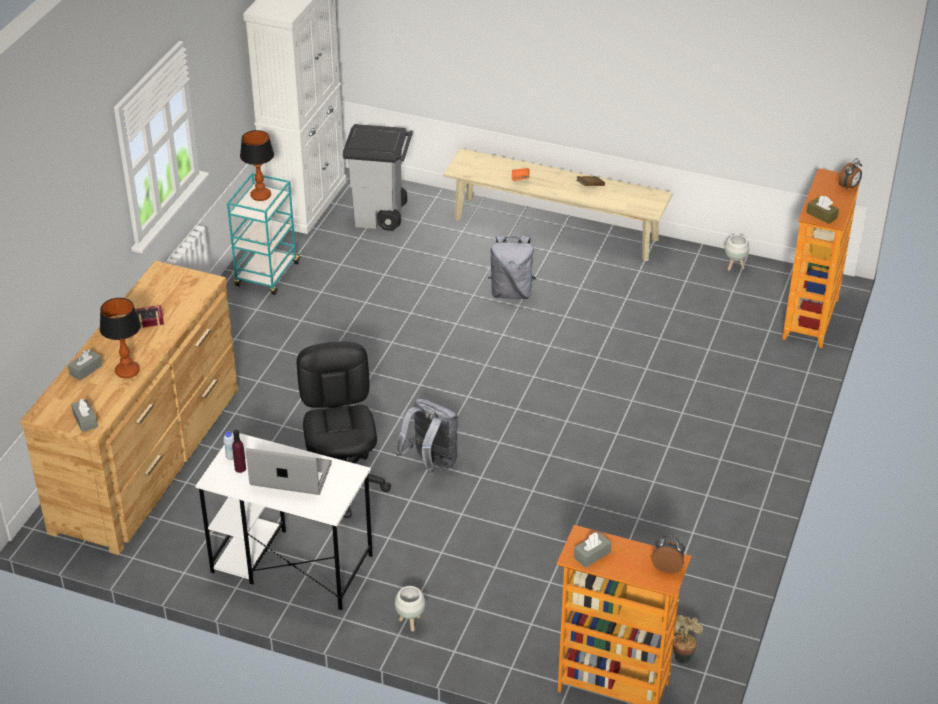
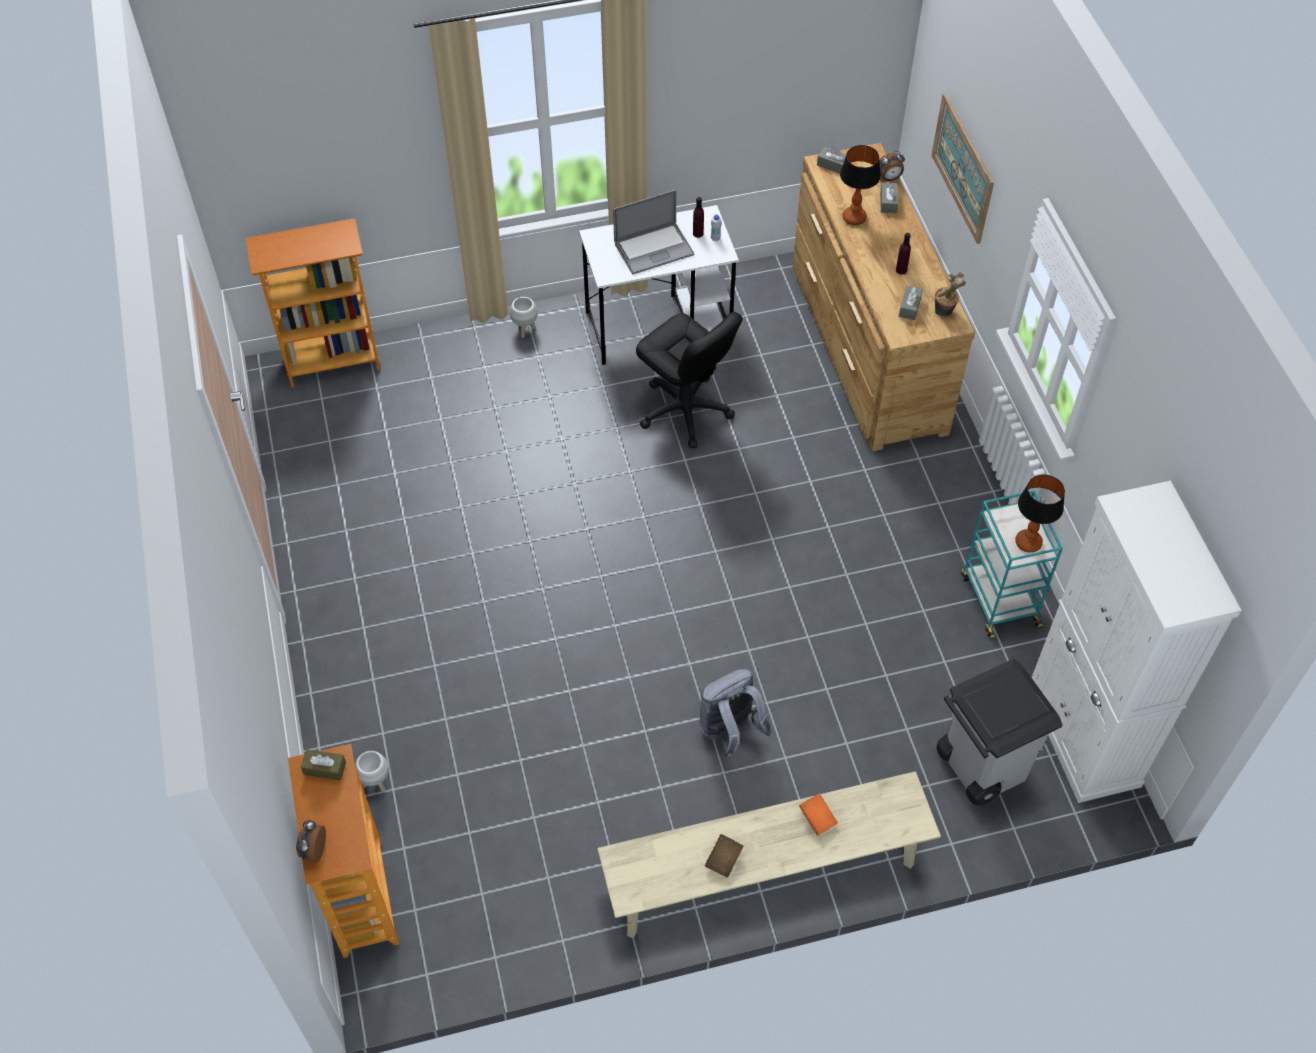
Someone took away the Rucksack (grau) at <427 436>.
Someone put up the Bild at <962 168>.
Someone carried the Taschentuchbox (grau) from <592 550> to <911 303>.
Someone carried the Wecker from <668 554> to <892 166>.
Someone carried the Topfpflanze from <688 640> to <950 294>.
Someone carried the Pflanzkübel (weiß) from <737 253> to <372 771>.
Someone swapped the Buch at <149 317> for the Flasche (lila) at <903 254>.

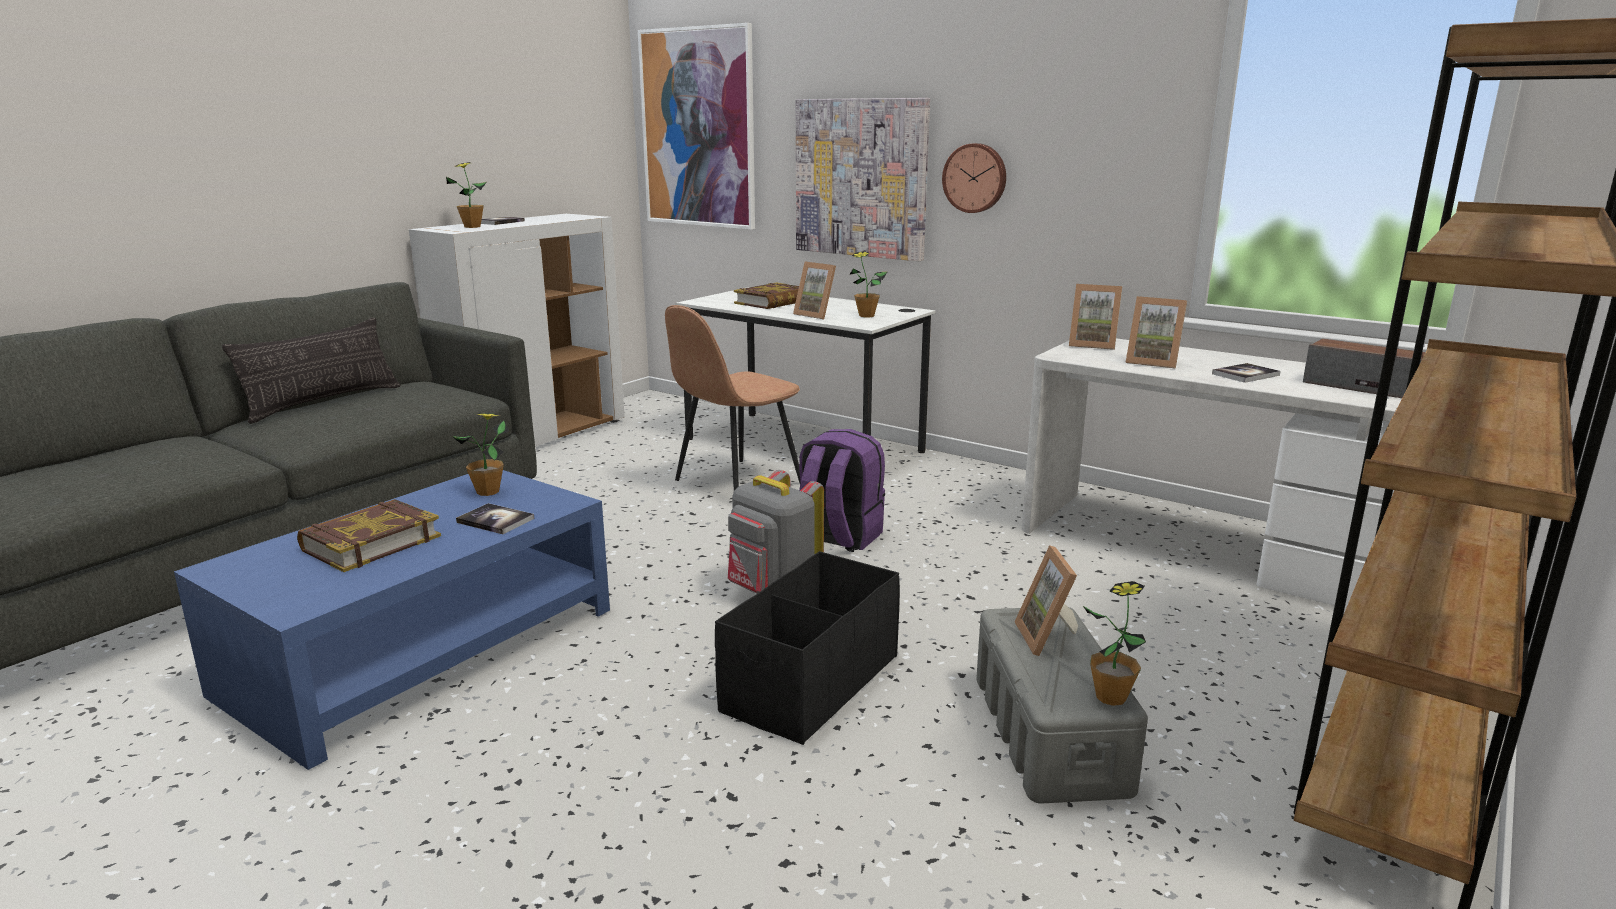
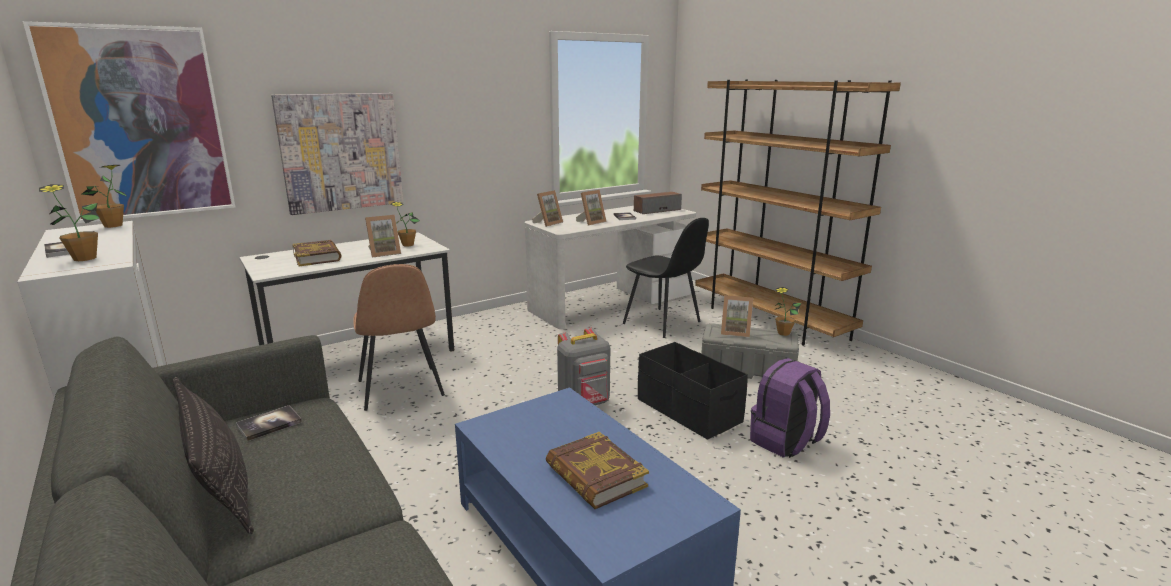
Someone took away the Wanduhr at <974 178>.
Someone put down the Stuhl (schwarz) at <666 278>.
Someone carried the Topfpflanze from <480 454> to <104 196>.
Someone carried the Buch from <495 518> to <269 423>.
Someone carried the Rucksack (lila) from <842 490> to <790 408>.

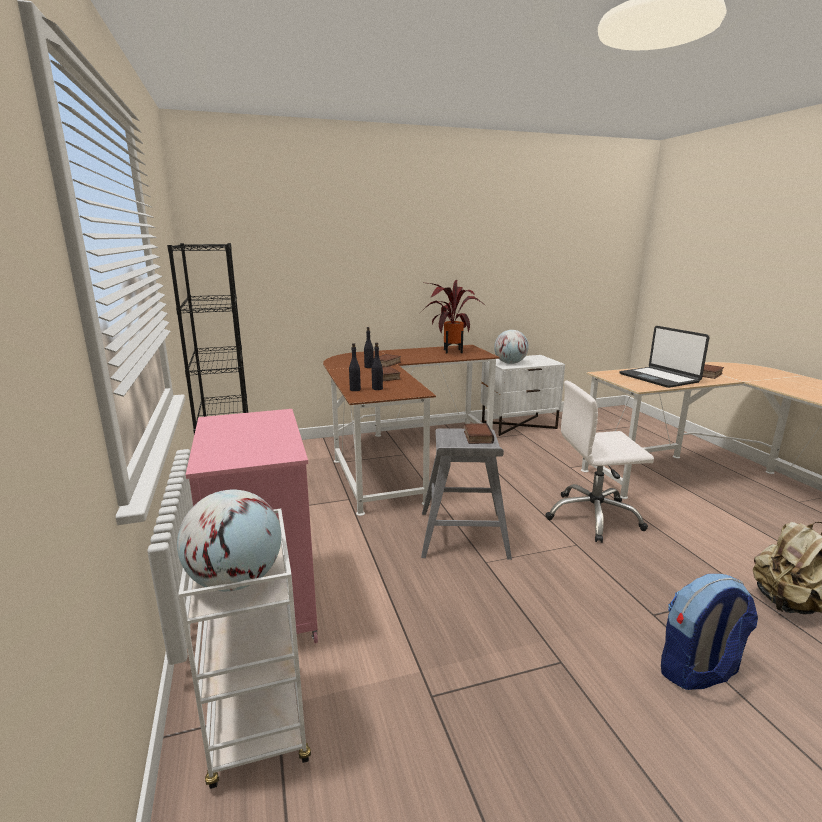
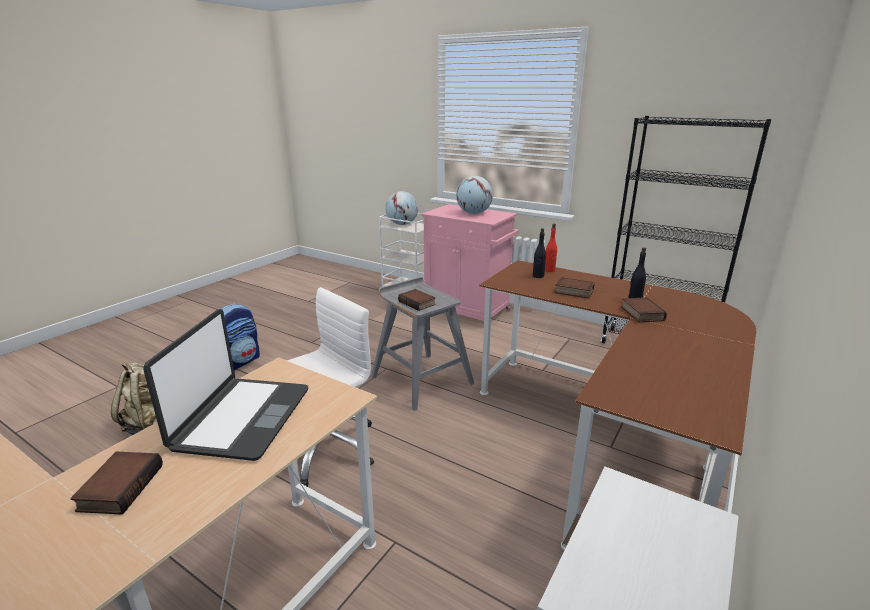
Someone took away the Topfpflanze at <453 316>.
Someone carried the Globus from <511 347> to <474 195>.
Someone repainted the Flasche (schwarz) at <355 367>, which became the Flasche (rot) at <551 248>.
Someone rotated the Laptop at <664 357> by 75 degrees clockwise.

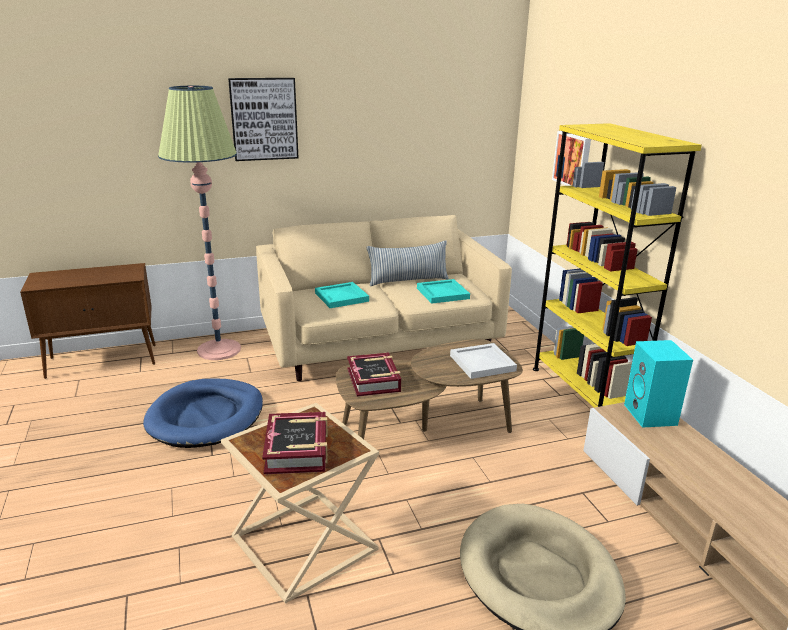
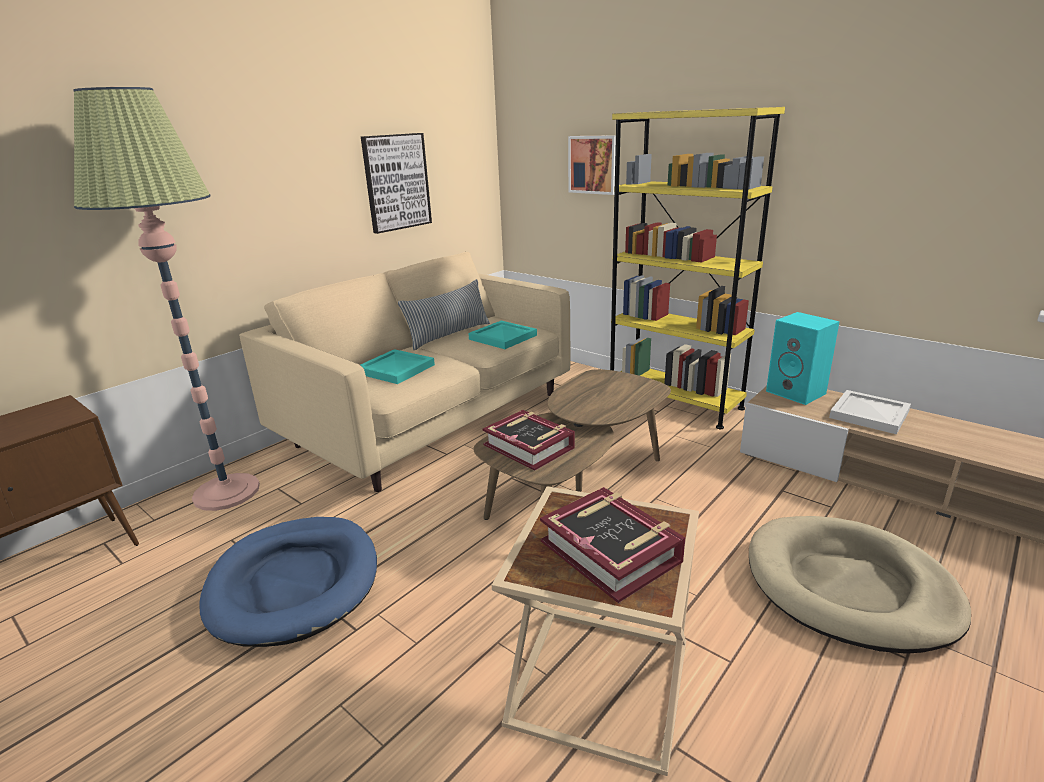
Someone carried the Bild from <263 119> to <396 183>.
Someone carried the Tablett (weiß) from <483 361> to <870 412>.

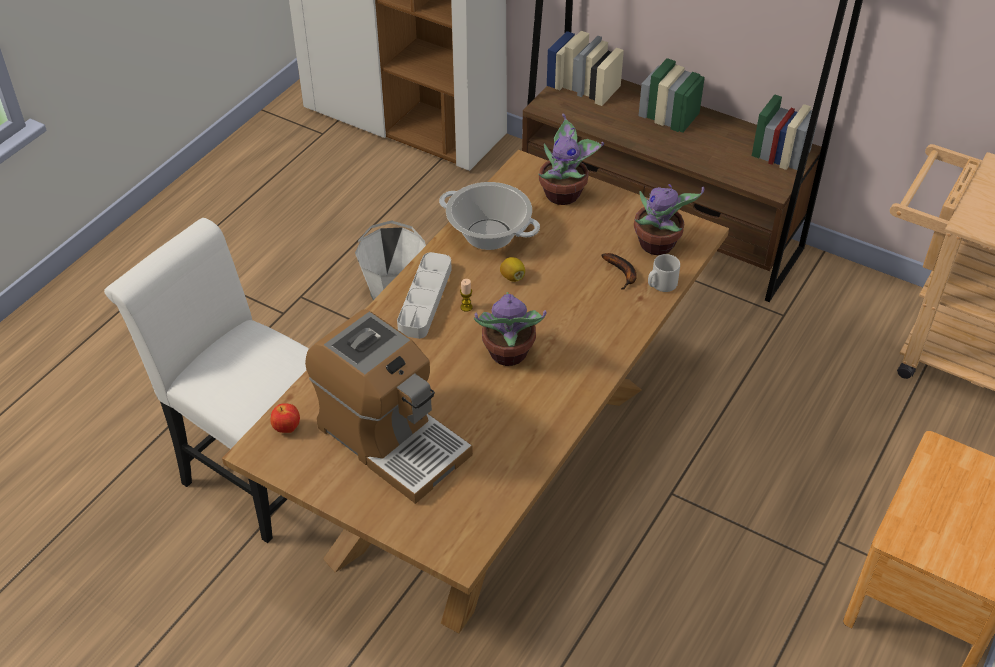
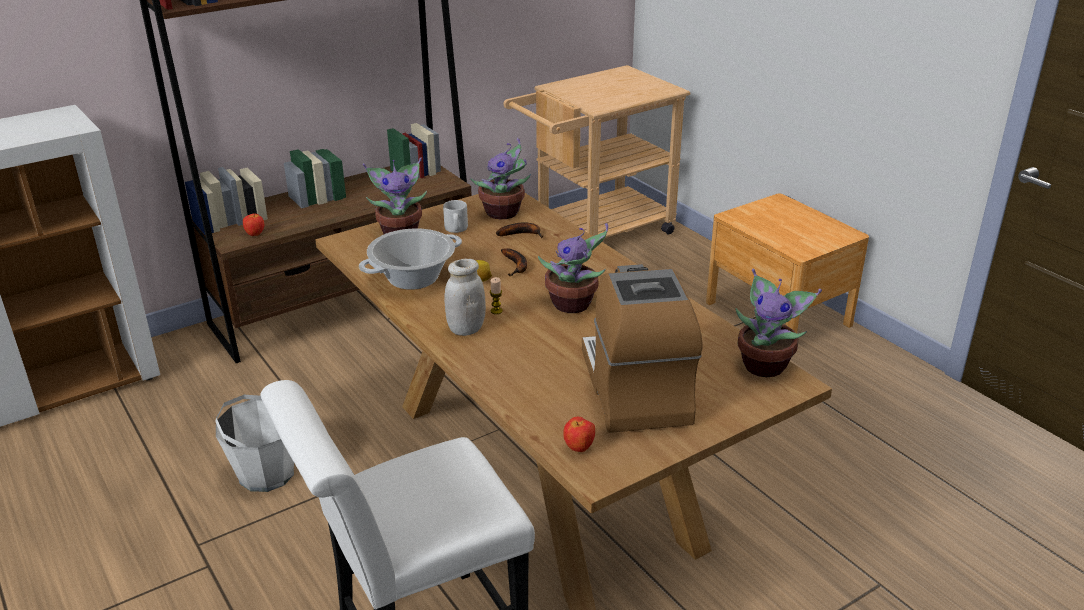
Someone put down the Apfel at <253 224>.
Someone put down the Banane at <514 262>.
Someone put down the Topfpflanze at <778 323>.
Someone carried the Henkelbecher (grau) from <664 273> to <455 216>.
Someone swapped the Tablett (grau) at <424 295> for the Vorratsglas (weiß) at <465 297>.
Someone rotated the Kaffeemaschine at <389 406> by 75 degrees counterclockwise.

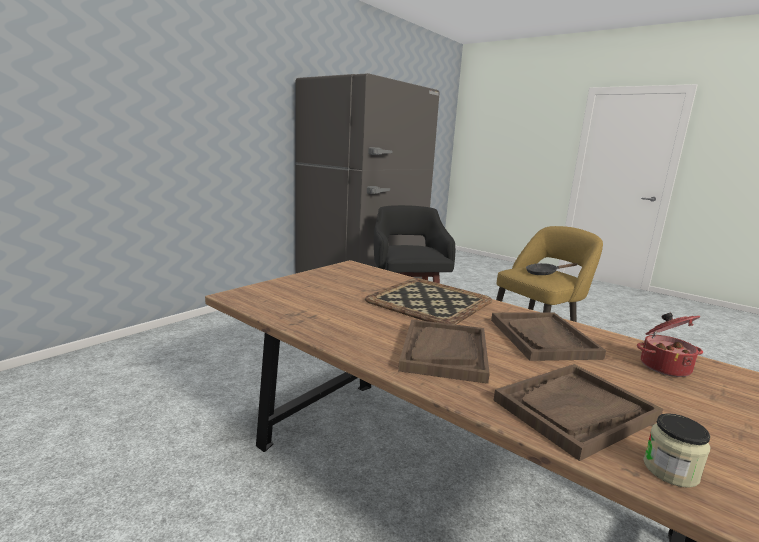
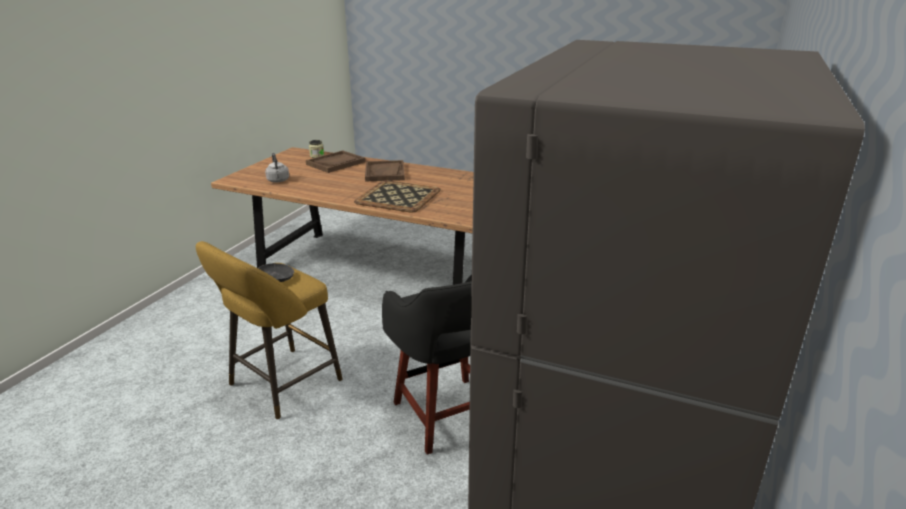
Someone took away the Tablett (braun) at <548 337>.
Someone swapped the Kochtopf at <670 345> for the Wasserkessel (grau) at <277 167>.

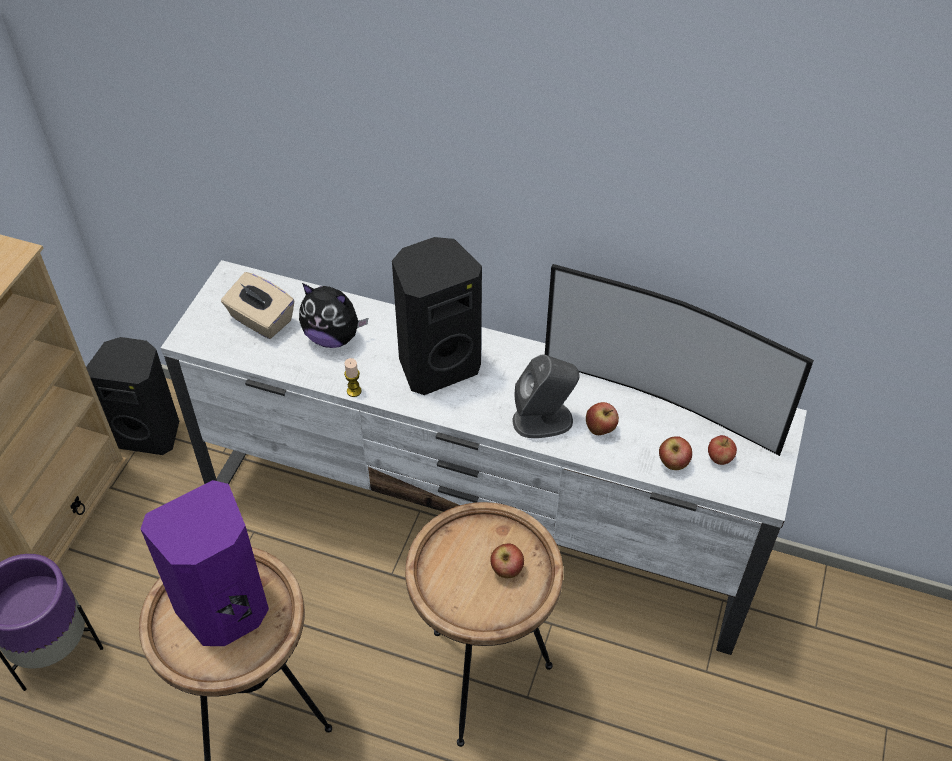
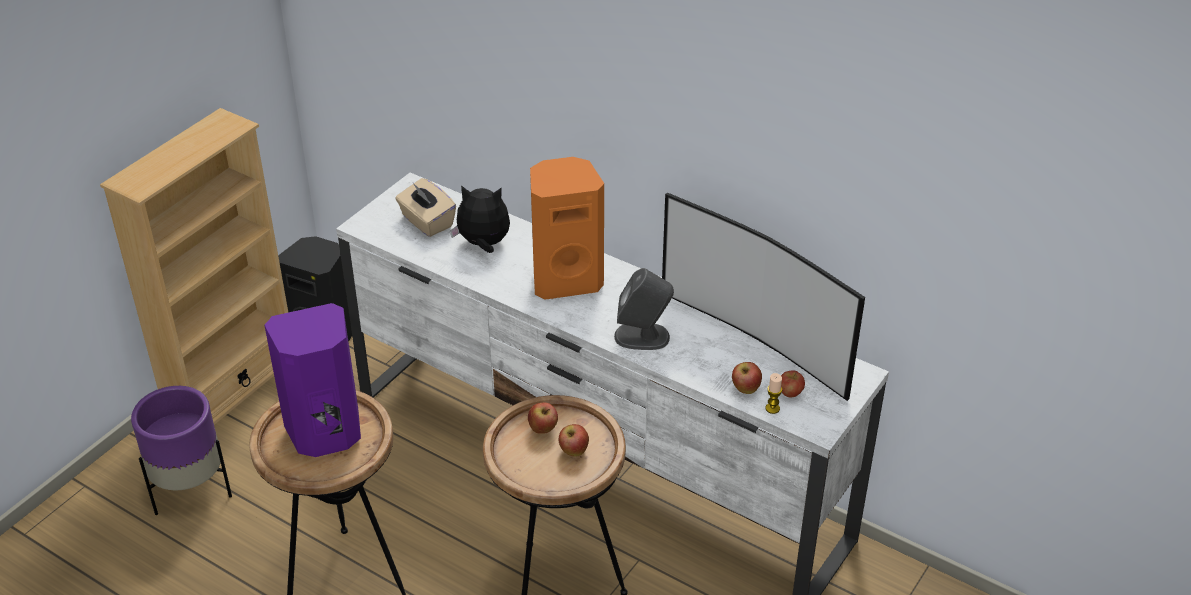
Someone carried the Kerze from <353 377> to <773 393>.
Someone carried the Apfel from <602 418> to <543 418>.
Someone repainted the Lautsprecher (schwarz) at <437 316>, which became the Lautsprecher (orange) at <567 228>.
Someone rotated the Plüschtier at <333 315> by 150 degrees clockwise.

